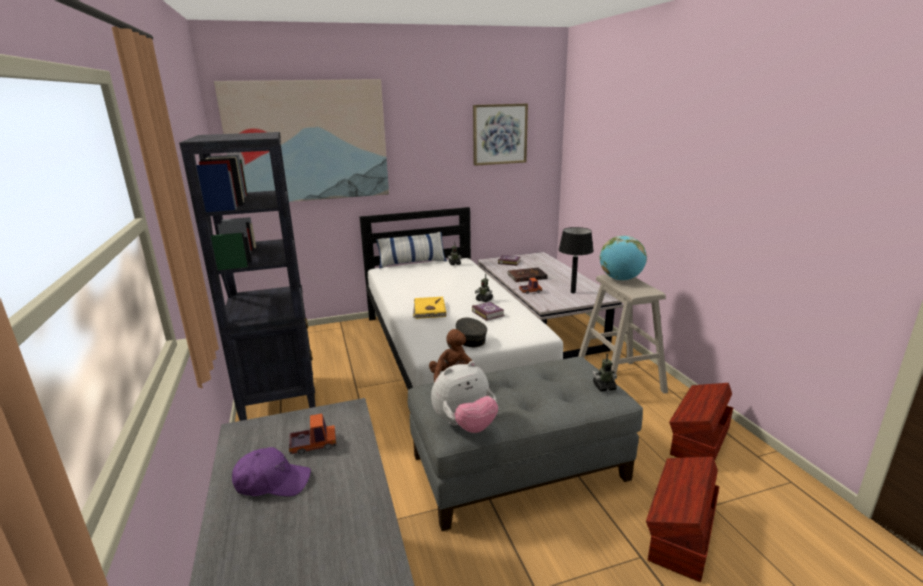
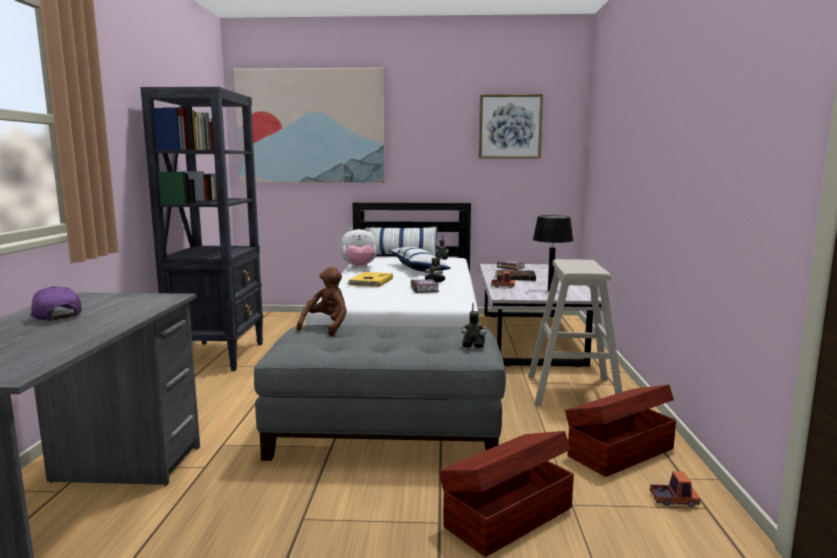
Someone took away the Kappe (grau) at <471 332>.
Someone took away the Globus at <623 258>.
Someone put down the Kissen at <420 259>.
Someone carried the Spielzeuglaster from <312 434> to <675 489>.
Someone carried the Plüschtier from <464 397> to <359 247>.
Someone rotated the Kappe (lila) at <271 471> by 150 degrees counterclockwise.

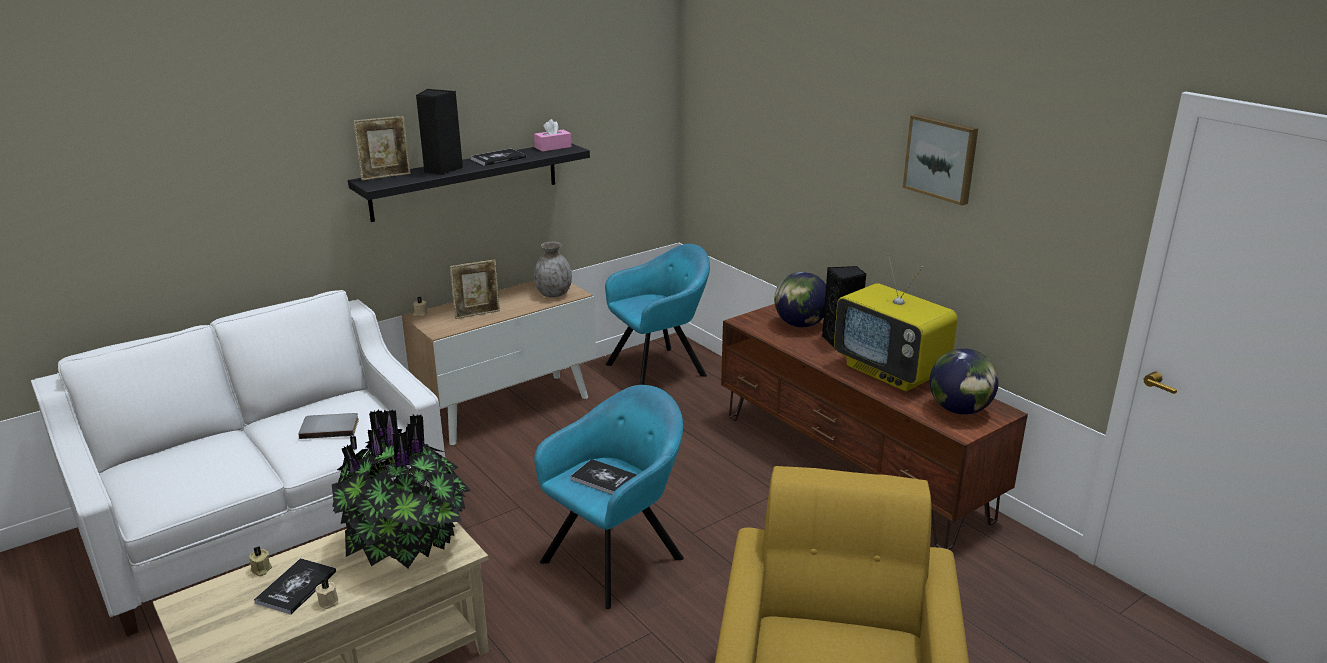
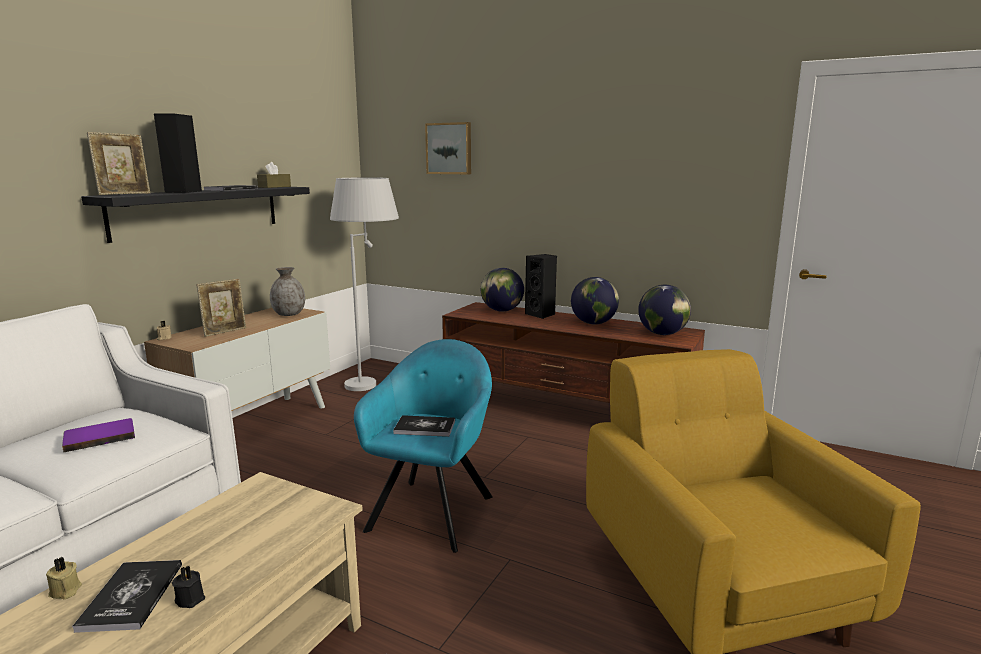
Someone took away the Topfpflanze at <401 489>.
Someone carried the Bild from <940 160> to <448 148>.
Someone swapped the Sessel (türkis) at <657 314> for the Stehlampe (weiß) at <364 284>.
Someone swapped the Fernseher at <896 322> for the Globus at <595 300>.
Someone repainted the Buch (grau) at <328 426>, which became the Buch (lila) at <98 435>.
Someone repainted the Kerze (beige) at <326 594>, which became the Kerze (schwarz) at <188 587>.
Someone repainted the Taschentuchbox (rosa) at <552 135>, which became the Taschentuchbox (braun) at <274 175>.

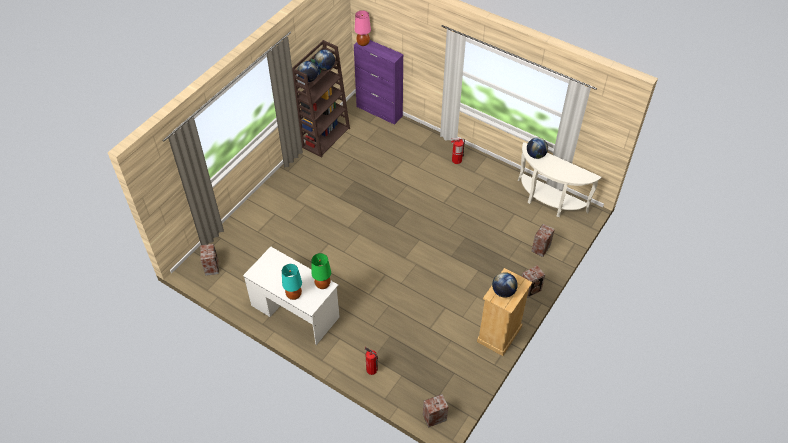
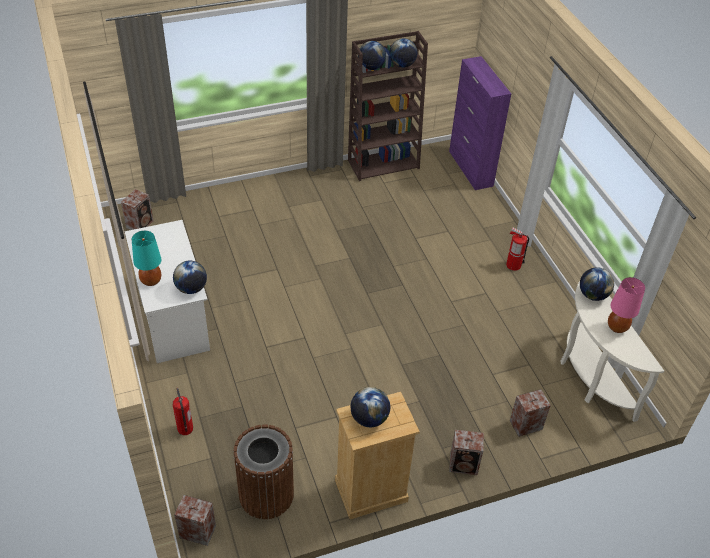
Someone put down the Mülleimer (braun) at <263 472>.
Someone carried the Tischlampe (rosa) from <363 28> to <626 305>.
Someone swapped the Tischlampe (grün) at <321 271> for the Globus at <190 277>.

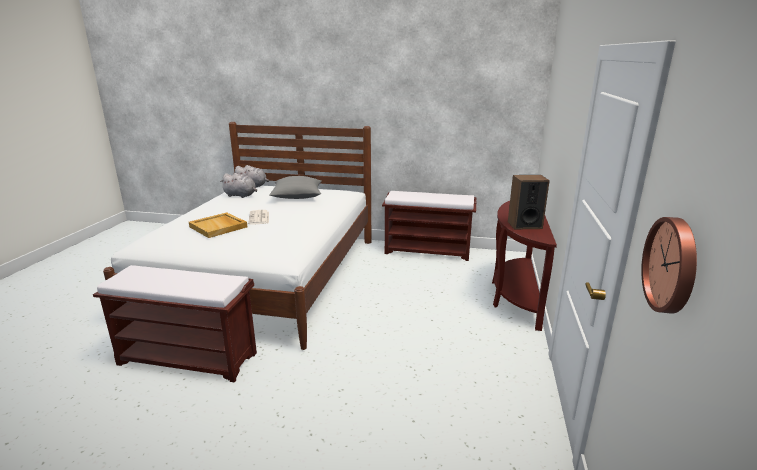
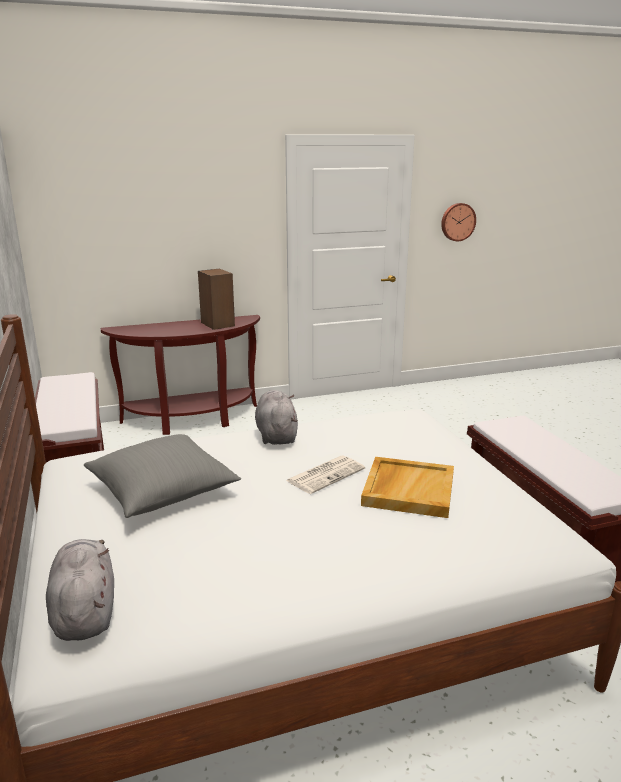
Someone carried the Plüschtier (grau) from <238 185> to <276 417>.

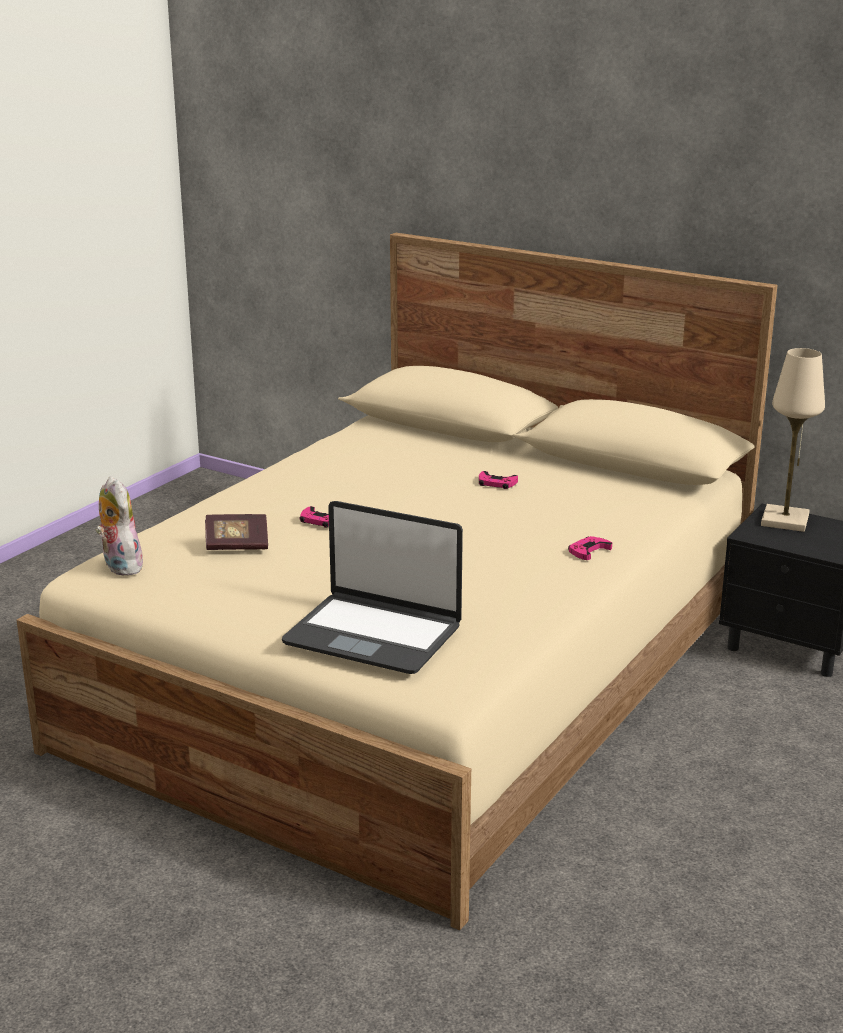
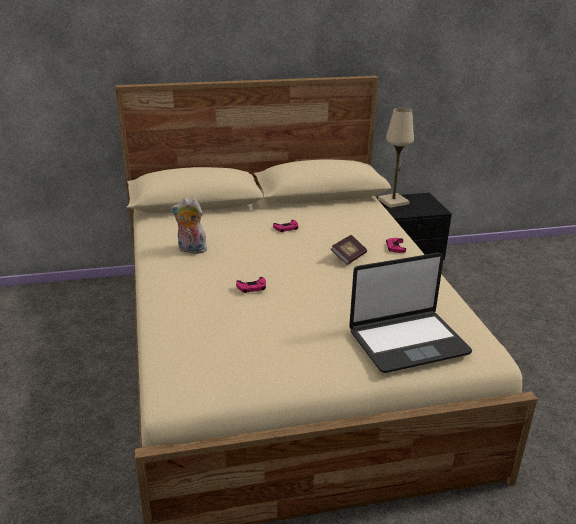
Someone carried the Plüschtier from <119 526> to <189 226>.
Someone carried the Buch from <236 532> to <348 250>.

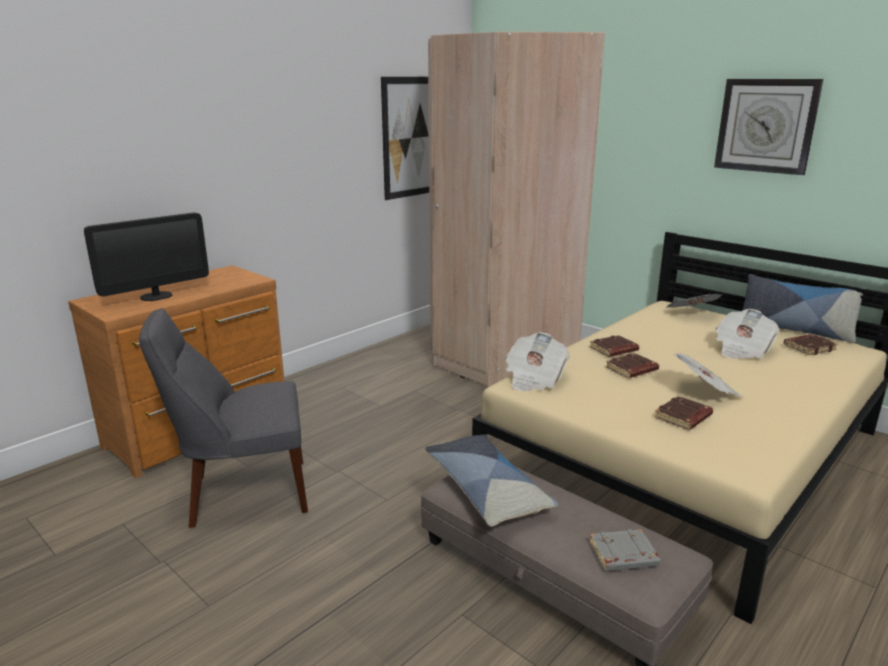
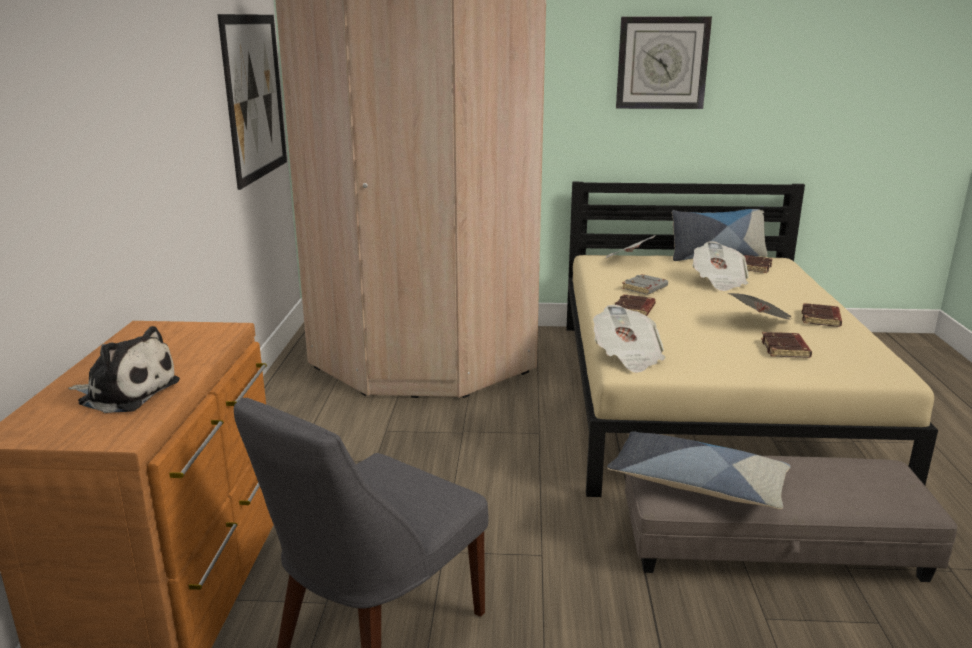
Someone carried the Buch (grau) from <624 550> to <645 284>.
Someone carried the Buch (braun) from <632 365> to <822 315>.
Someone swapped the Monitor at <146 256> for the Plüschtier at <124 369>.

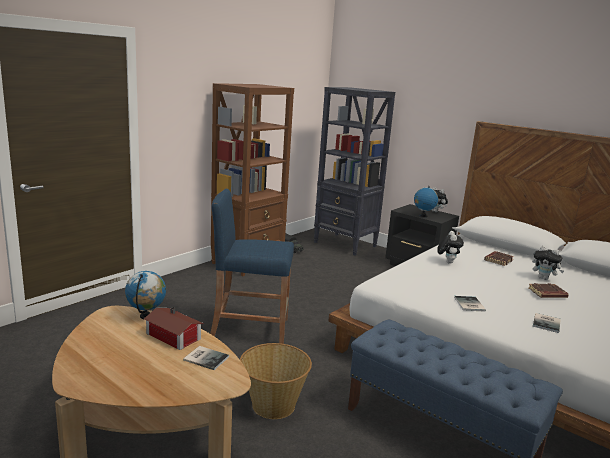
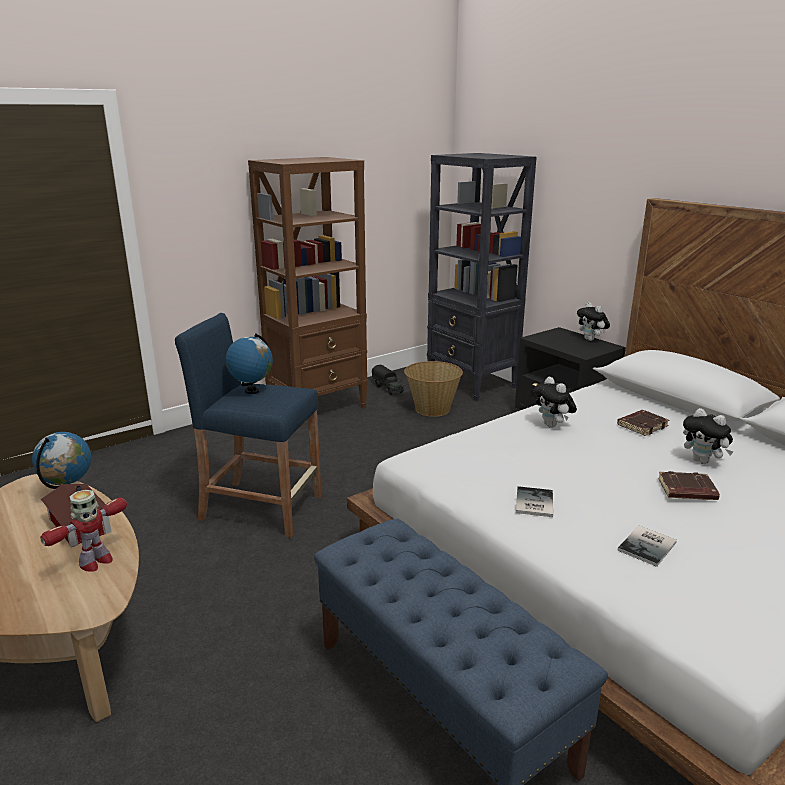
Someone carried the Korb from <276 381> to <433 389>.
Someone carried the Globus from <426 201> to <249 363>.
Someone swapped the Buch at <206 358> for the Spielzeugroboter at <83 531>.
Someone rotated the Plüschtier at <450 247> by 135 degrees clockwise.

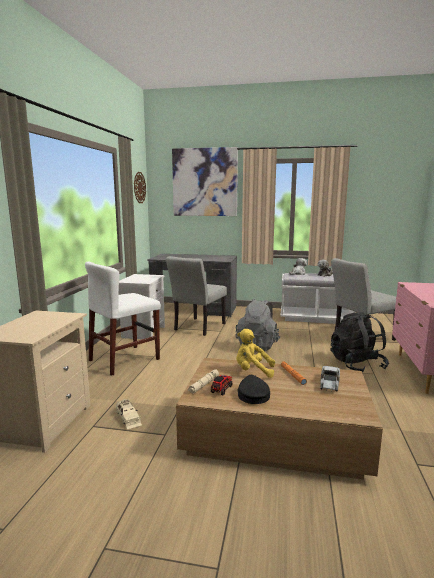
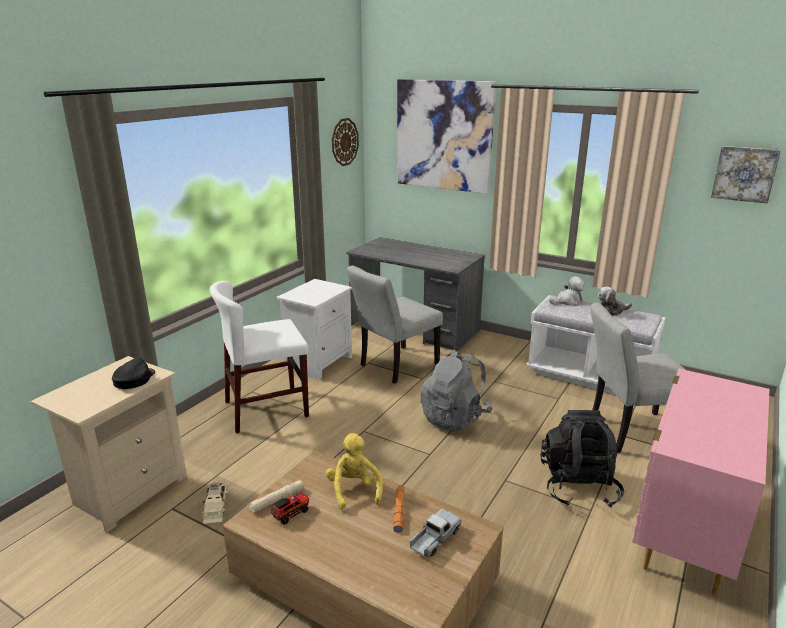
Someone put up the Bild at <746 175>.
Someone carried the Kappe (schwarz) from <253 389> to <133 373>.
Someone rotated the Plüschtier (gelb) at <255 353> by 45 degrees clockwise.

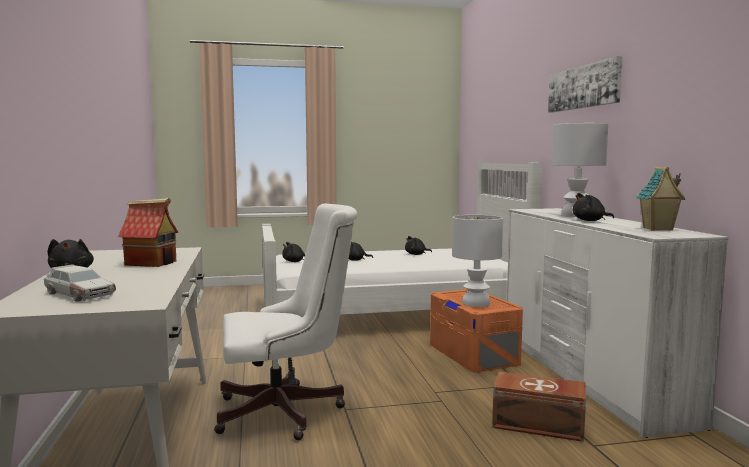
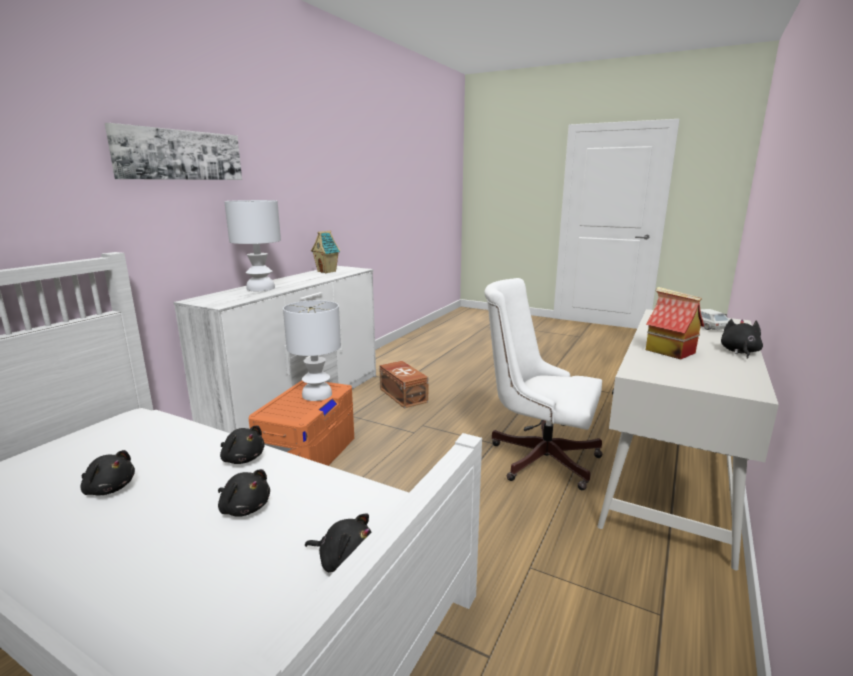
Someone carried the Plüschtier (schwarz) from <593 207> to <242 444>.

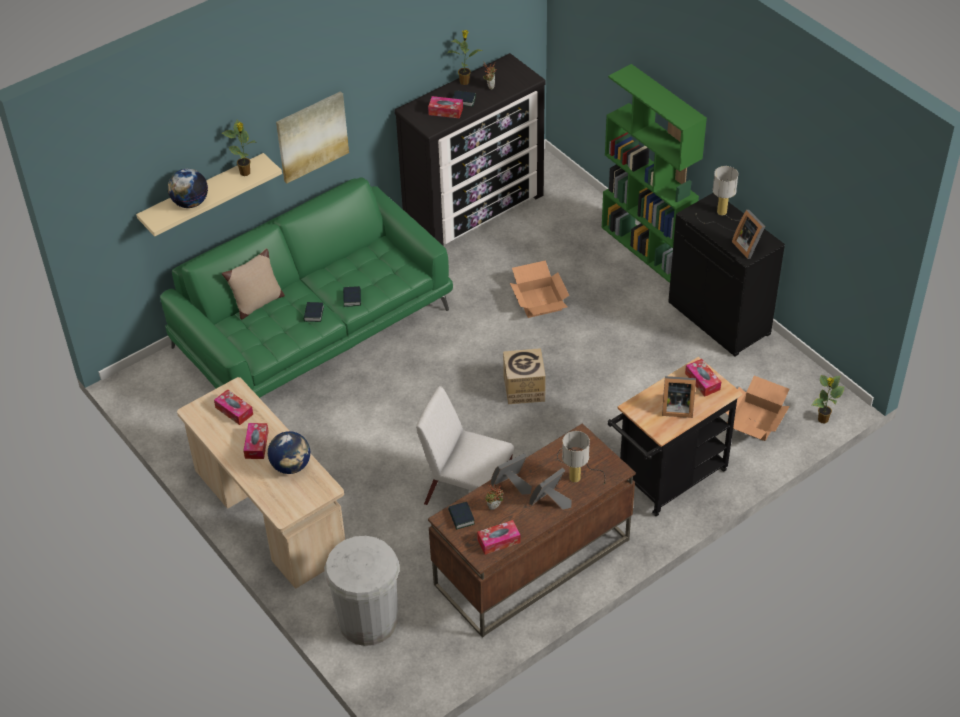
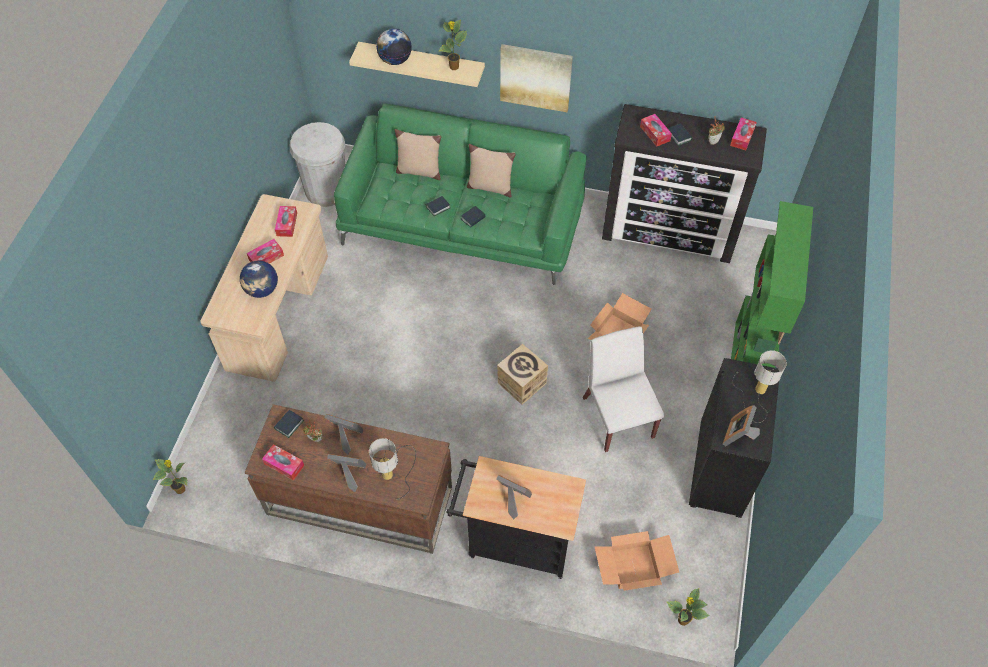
Someone put down the Kissen (beige) at <491 171>.
Someone carried the Mülleimer (weiß) from <361 591> to <318 164>.
Someone carried the Stuhl (weiß) from <465 445> to <623 389>.
Someone carried the Topfpflanze from <465 57> to <170 476>.
Someone carried the Taschentuchbox from <703 378> to <743 134>.
Someone rotated the Bilderrahmen at <679 397> by 150 degrees clockwise.

